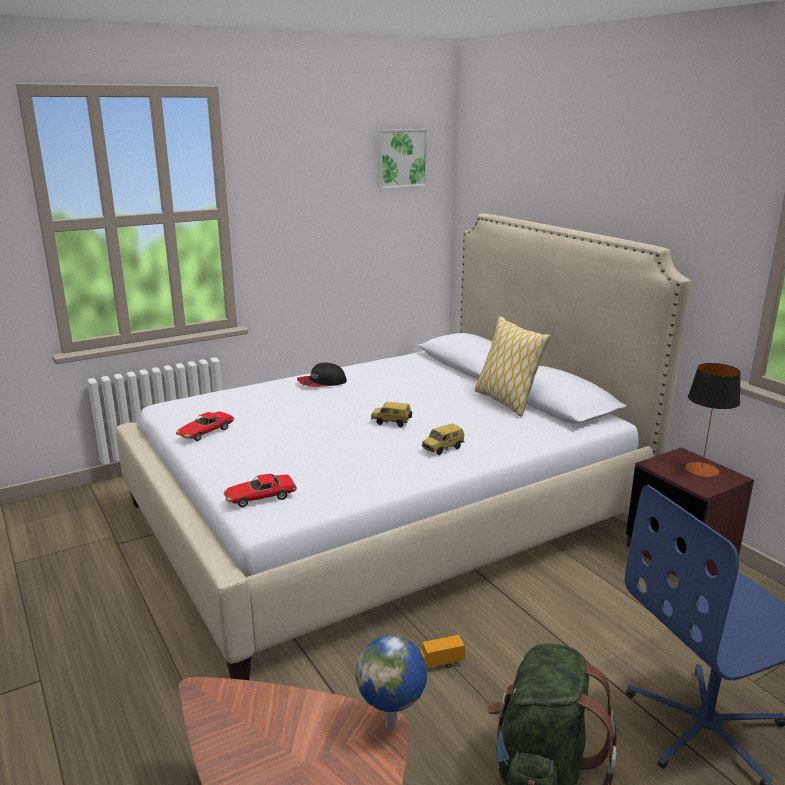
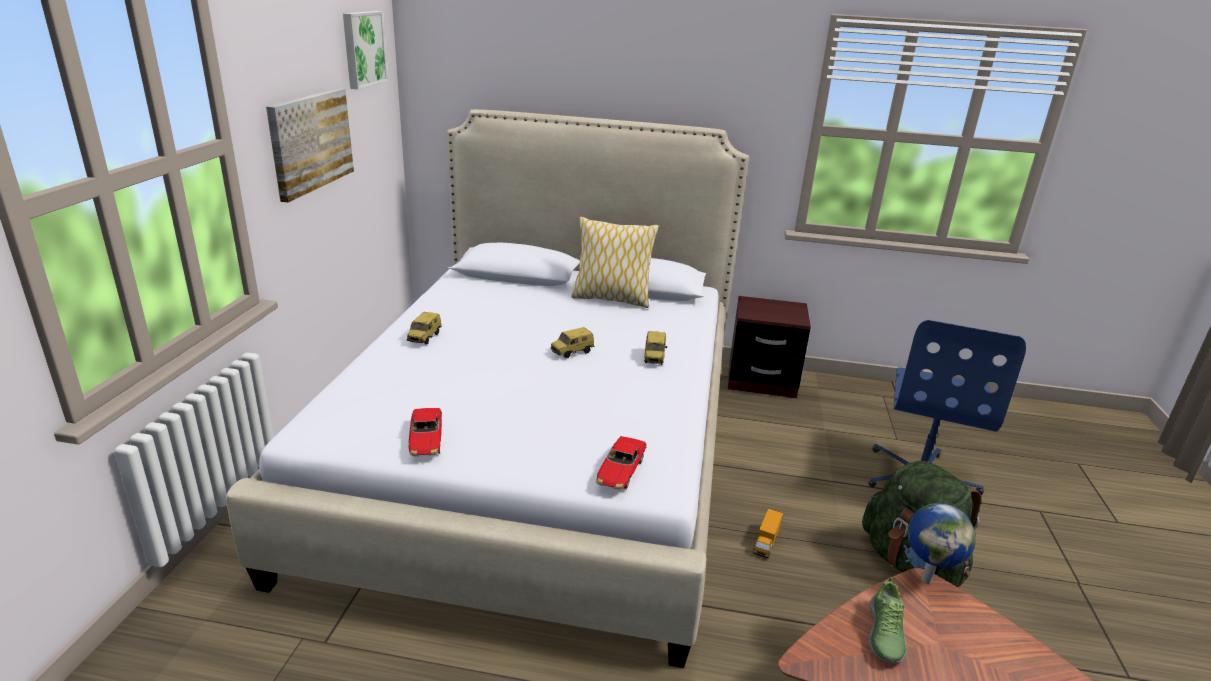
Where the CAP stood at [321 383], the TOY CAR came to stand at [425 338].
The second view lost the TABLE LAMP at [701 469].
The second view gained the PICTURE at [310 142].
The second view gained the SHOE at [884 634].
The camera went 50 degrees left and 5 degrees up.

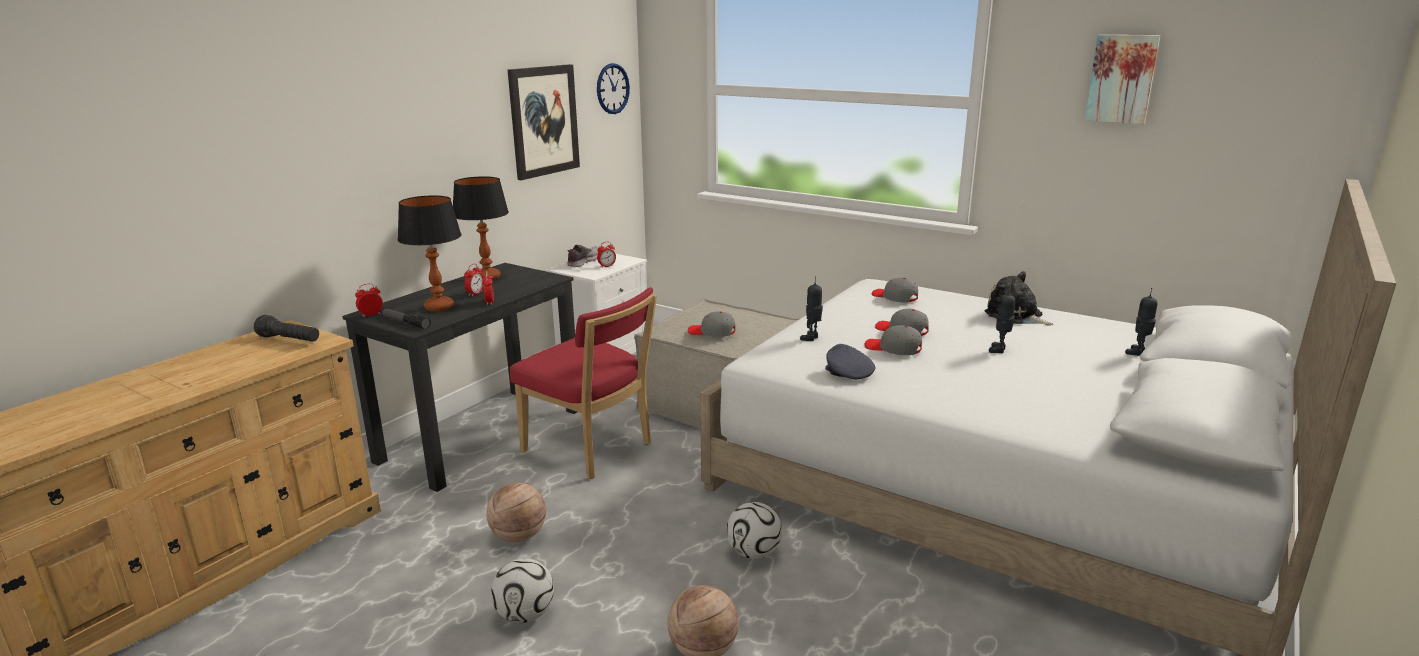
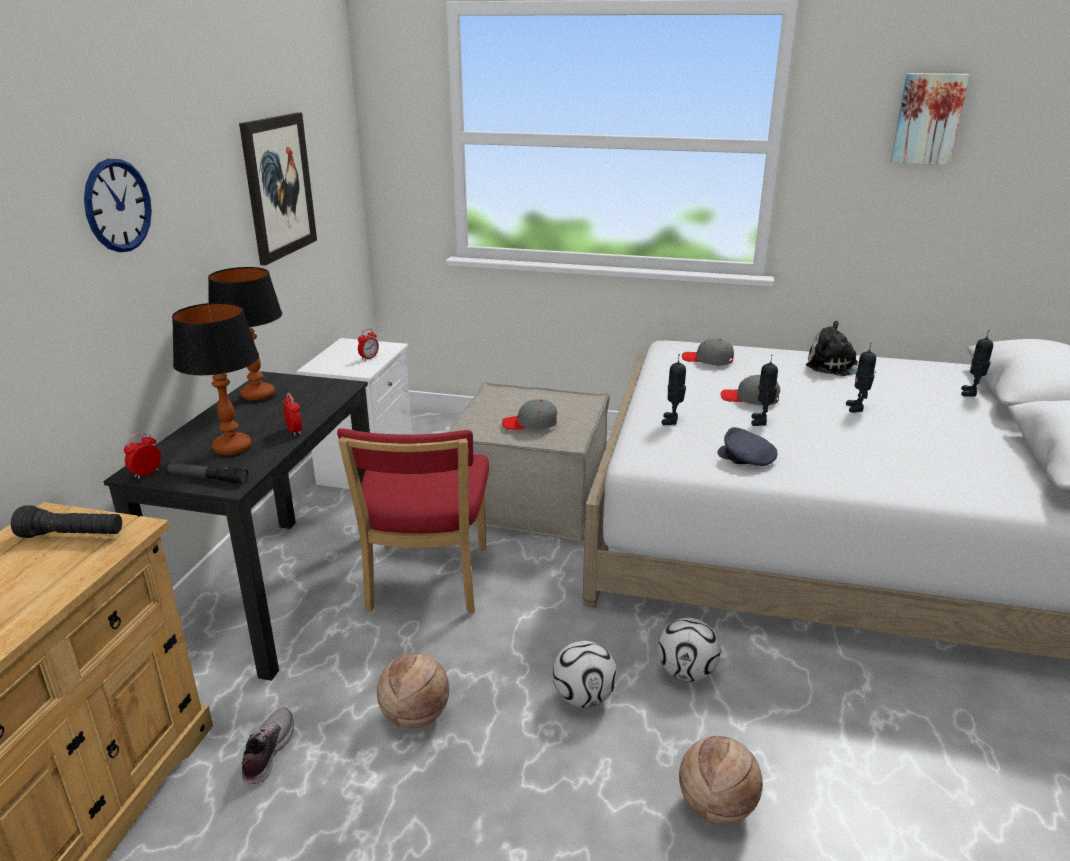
The WALL CLOCK ended up elsewhere, having gone from [612 88] to [118 205].
The SHOE ended up elsewhere, having gone from [583 262] to [267 752].
The second view lost the ALARM CLOCK at [475 293].
The RED CHAIR at [591 449] ended up facing another way, 75 degrees clockwise from before.
Where the GREY CAP stood at [893 348], the TOY ROBOT came to stand at [761 421].
The FOOTBALL ended up elsewhere, having gone from [525 615] to [583 698].
The camera went 20 degrees left and 5 degrees up.

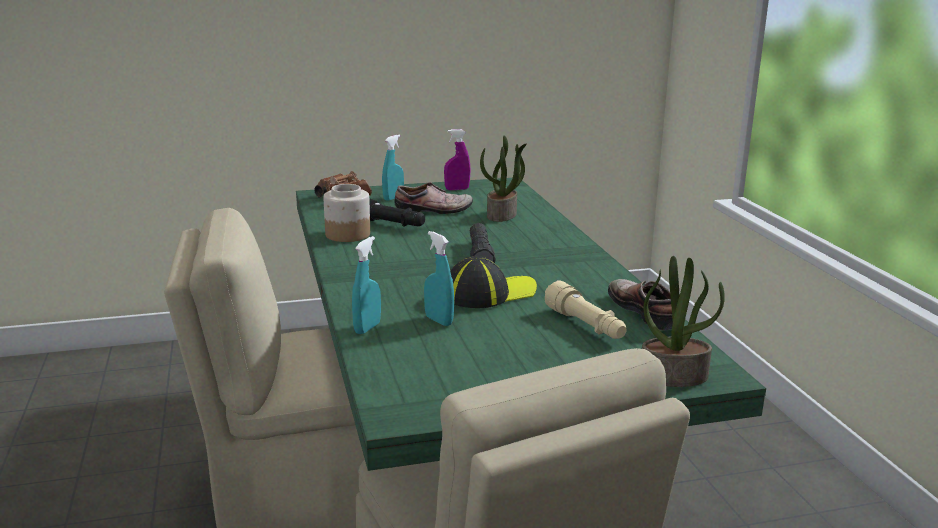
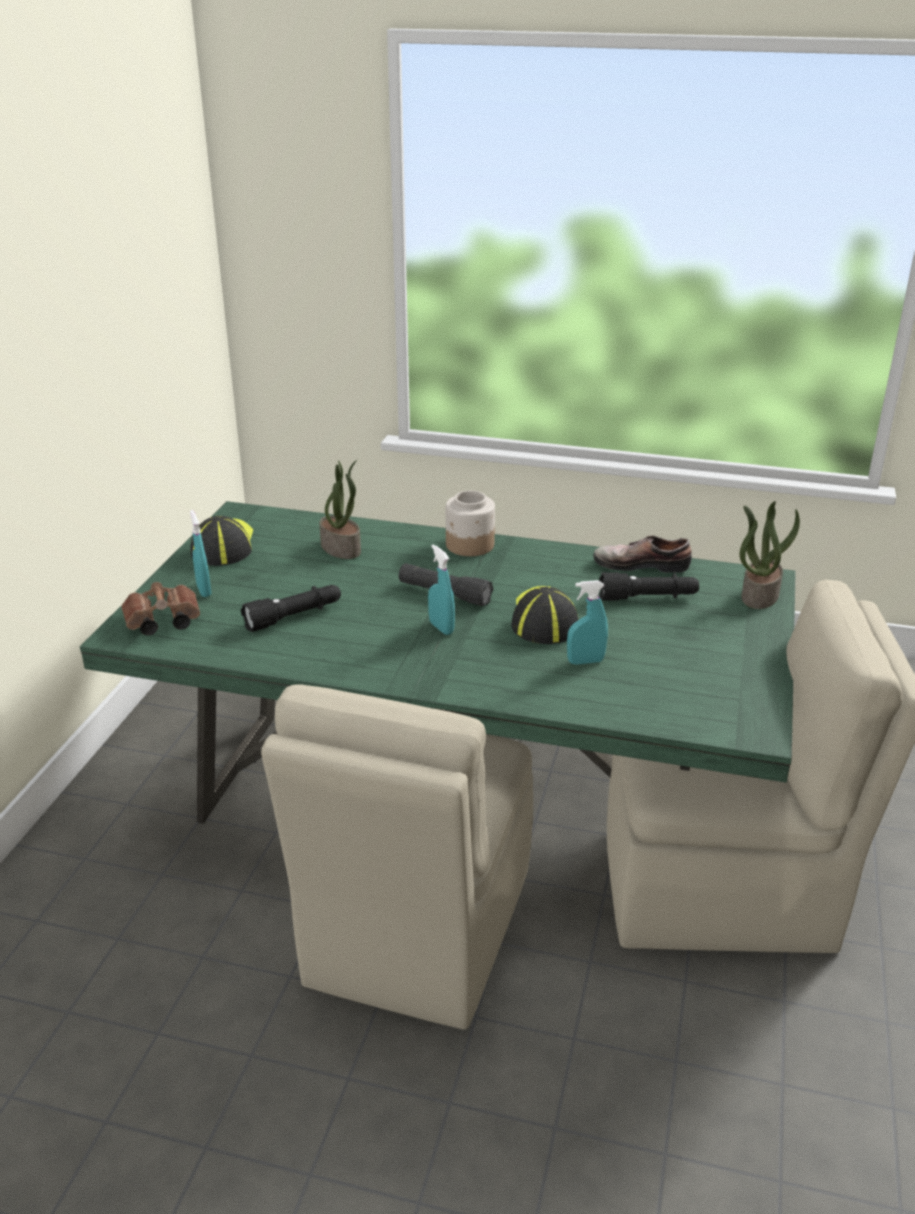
Where the PURPLE SPRAY BOTTLE stood at [457 189], the CAP came to stand at [223 545].
The second view lost the SHOE at [434 210].
The JAR ended up elsewhere, having gone from [347 235] to [469 545].
The TURQUOISE SPRAY BOTTLE ended up elsewhere, having gone from [367 328] to [441 628].
What was the BEIGE FLASHLIGHT at [586 325] turned into the BLACK FLASHLIGHT at [648 598].
The camera went 60 degrees left and 10 degrees up.

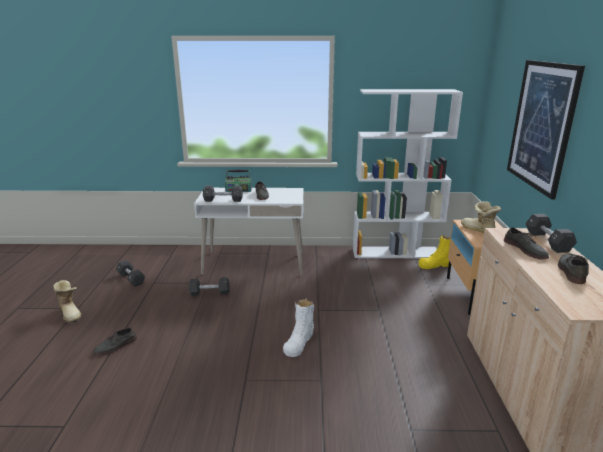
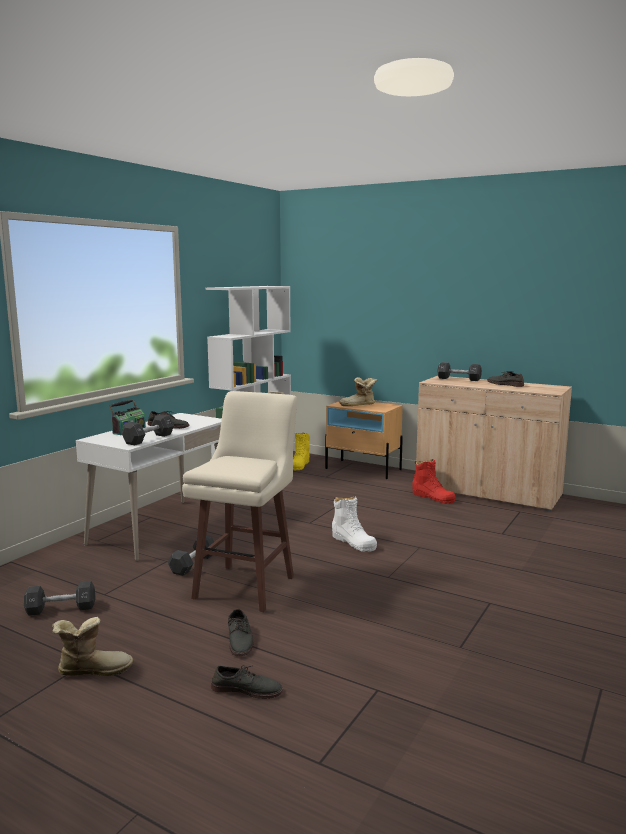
The second view lost the PICTURE at [541 125].
The GREY SHOE ended up elsewhere, having gone from [525 249] to [247 689].
The second view gained the BEIGE STOOL at [246 586].
The second view gained the RED BOOT at [433 497].
The camera went 60 degrees left and 10 degrees down.

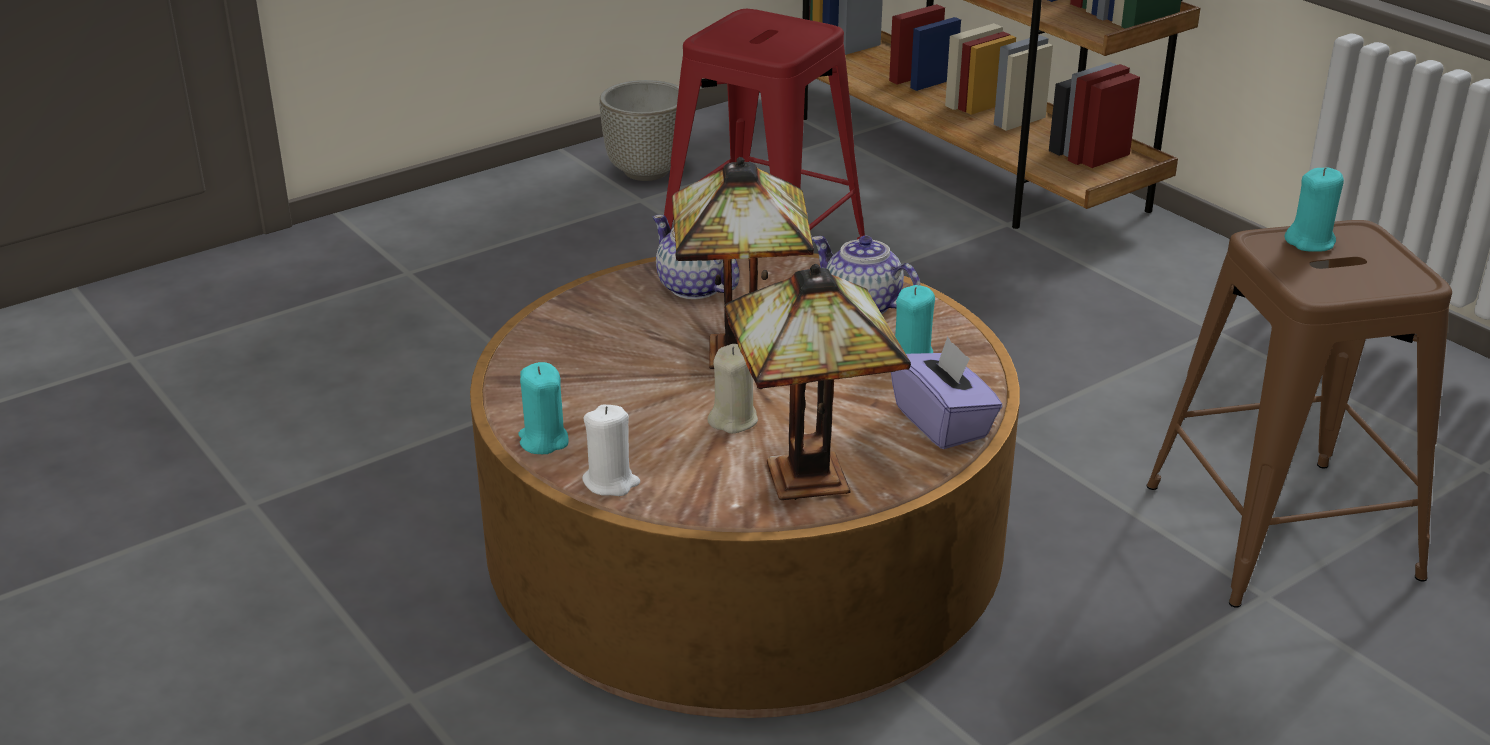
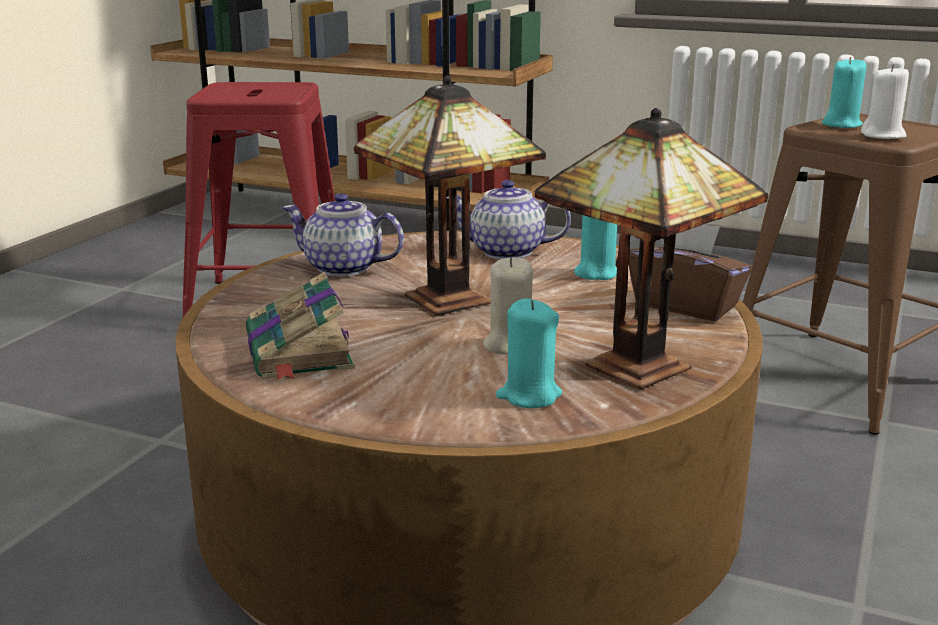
The second view lost the GREY PLANTER at [647 171].
What was the PURPLE TISSUE BOX at [942 422] turned into the BROWN TISSUE BOX at [686 305].
The TURQUOISE CANDLE ended up elsewhere, having gone from [543 441] to [528 396].
The WHITE CANDLE ended up elsewhere, having gone from [611 482] to [883 135].
The second view gained the BOOK at [299 353].
The camera went 30 degrees left and 10 degrees down.

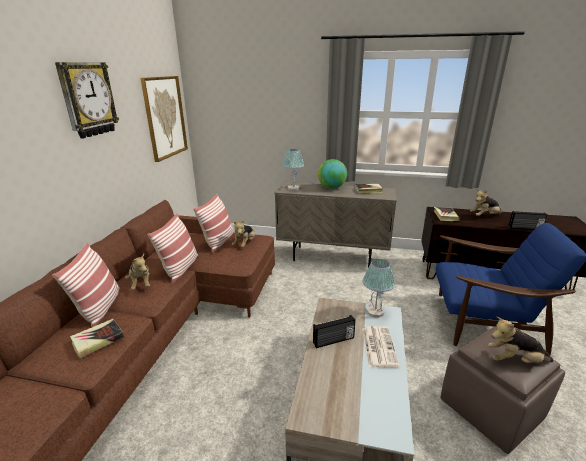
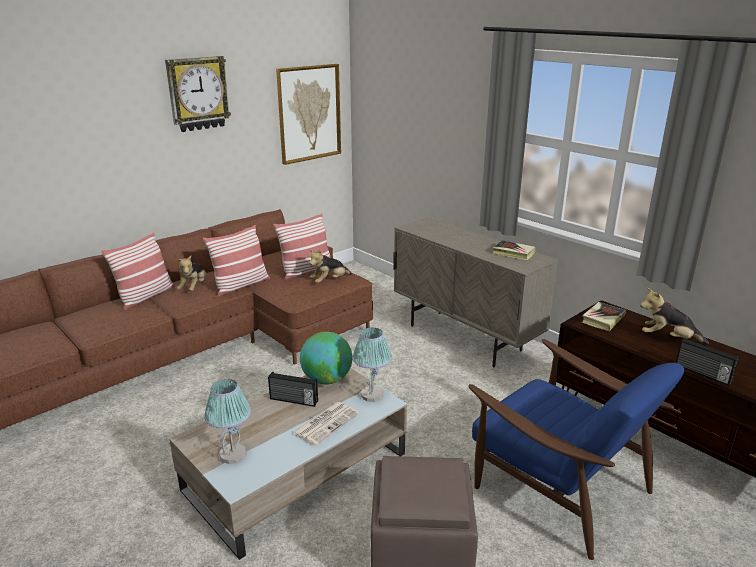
The TABLE LAMP ended up elsewhere, having gone from [293 188] to [233 454].
The GLOBE ended up elsewhere, having gone from [331 188] to [327 379].
The second view lost the PLUSH TOY at [514 360].
The second view lost the BOOK at [98 340].
The camera went 35 degrees right and 0 degrees up.

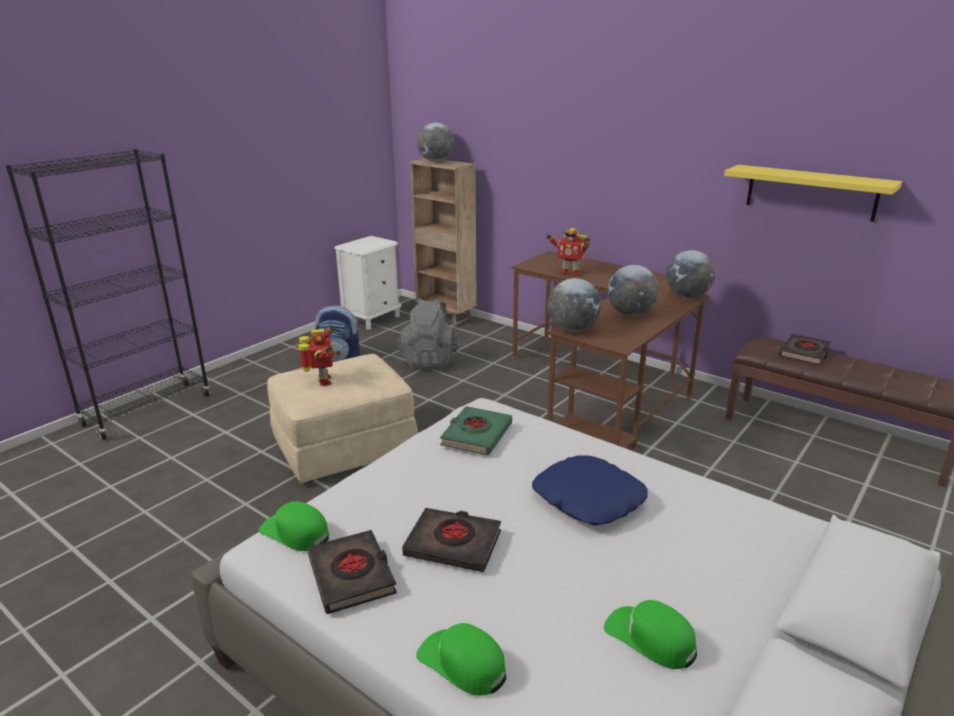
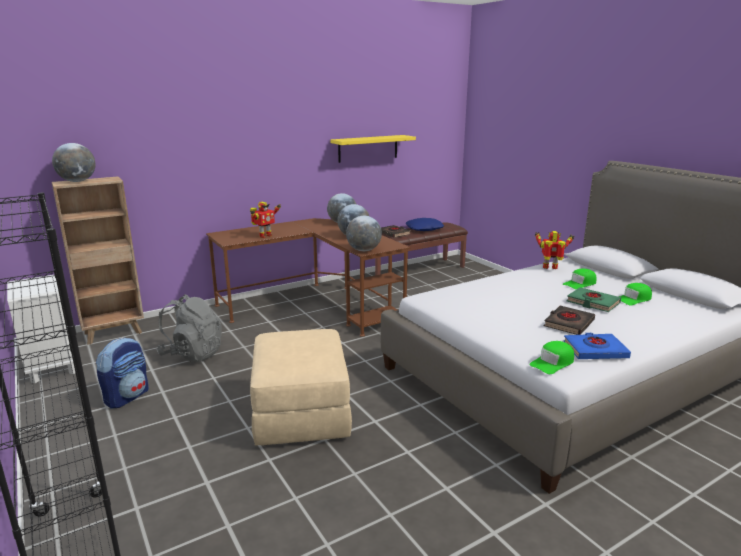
The TOY ROBOT ended up elsewhere, having gone from [323 381] to [550 268].
The GREEN BOOK ended up elsewhere, having gone from [476 435] to [592 303].
The BLUE PILLOW ended up elsewhere, having gone from [588 499] to [424 229].
What was the BLACK BOOK at [352 576] turned into the BLUE BOOK at [595 350].
The GREEN CAP ended up elsewhere, having gone from [462 663] to [580 284].
The camera went 70 degrees left and 5 degrees down.

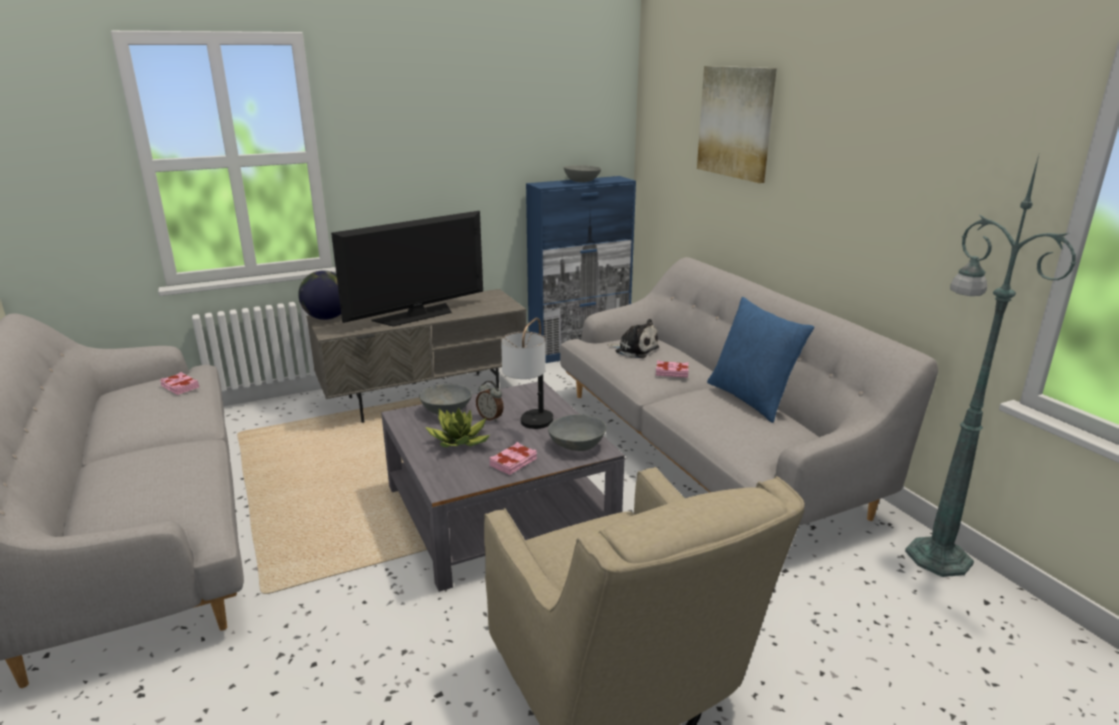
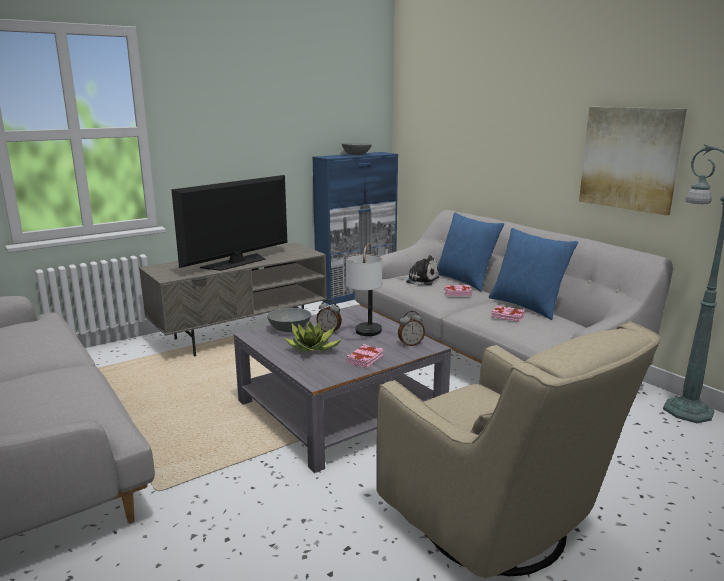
The PICTURE ended up elsewhere, having gone from [736 122] to [630 158].
The second view lost the GLOBE at [327 318].
The PINK BOOK ended up elsewhere, having gone from [179 387] to [507 316].
Where the GREY BOWL stood at [577 445], the ALARM CLOCK came to stand at [410 344].
The second view gained the BLUE PILLOW at [465 280].
The camera went 10 degrees left and 5 degrees down.

